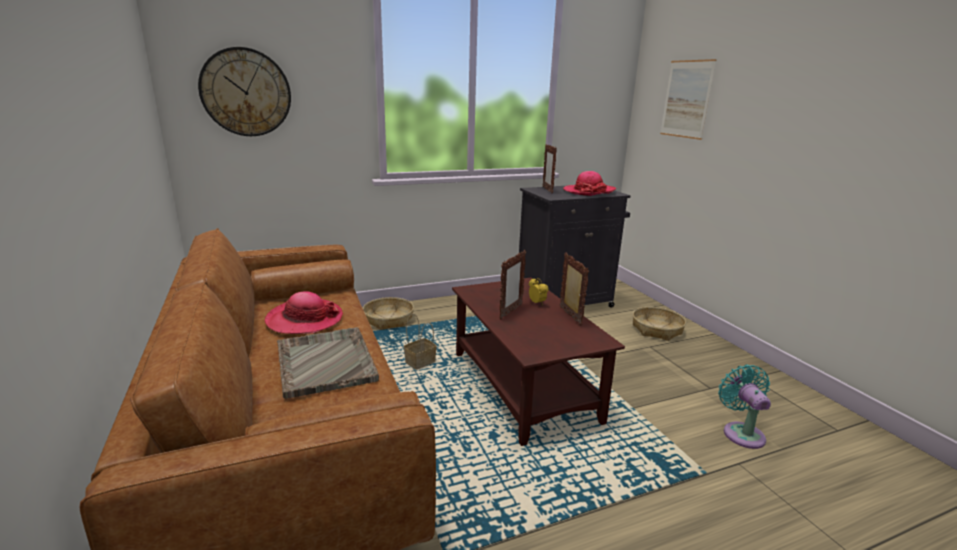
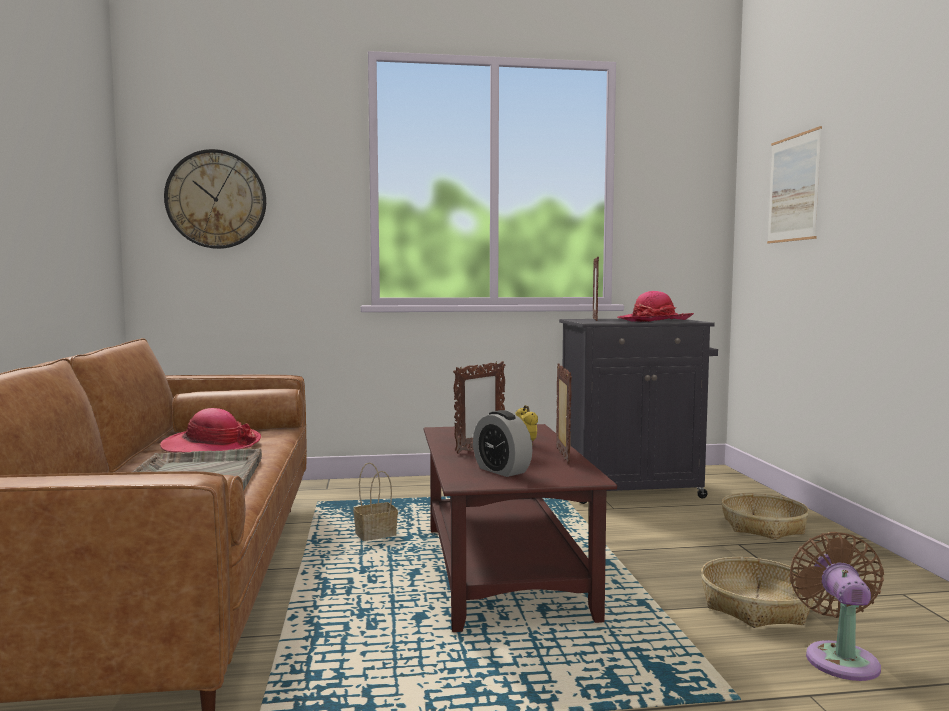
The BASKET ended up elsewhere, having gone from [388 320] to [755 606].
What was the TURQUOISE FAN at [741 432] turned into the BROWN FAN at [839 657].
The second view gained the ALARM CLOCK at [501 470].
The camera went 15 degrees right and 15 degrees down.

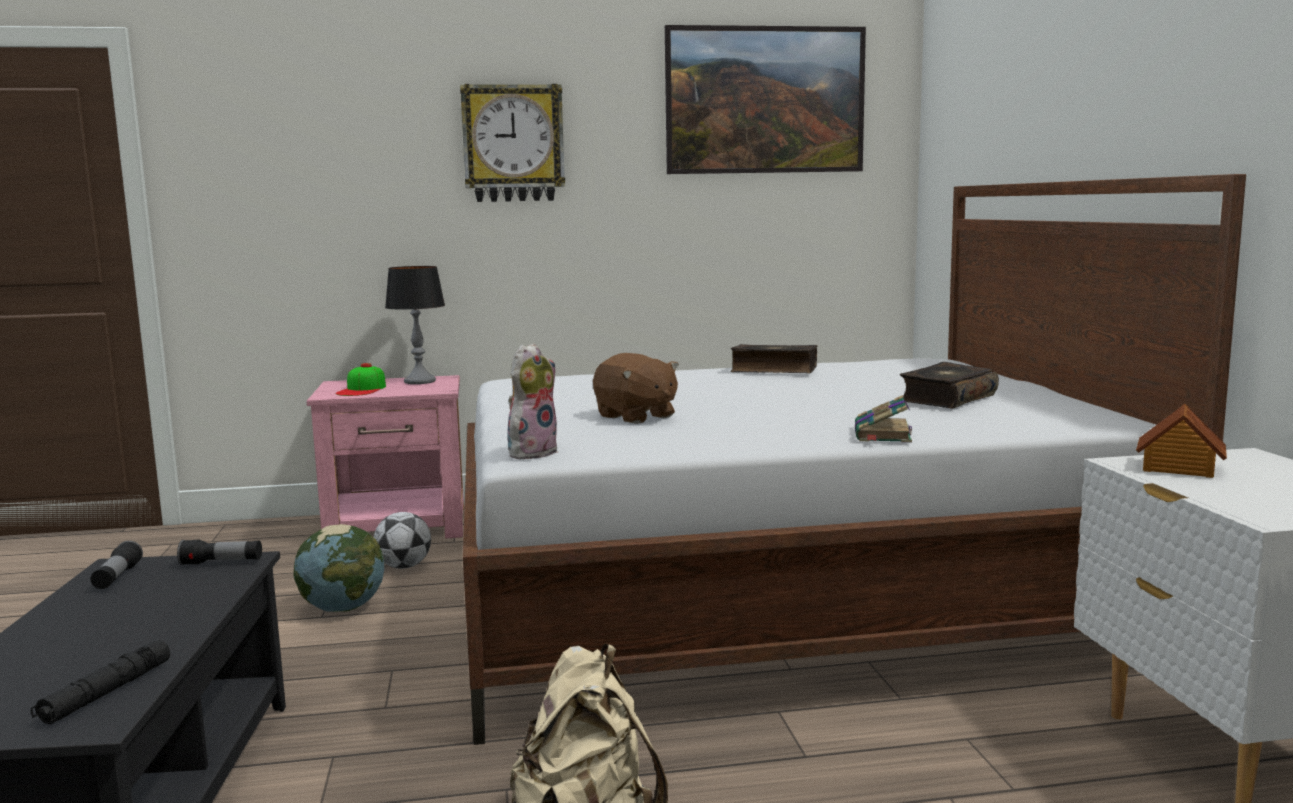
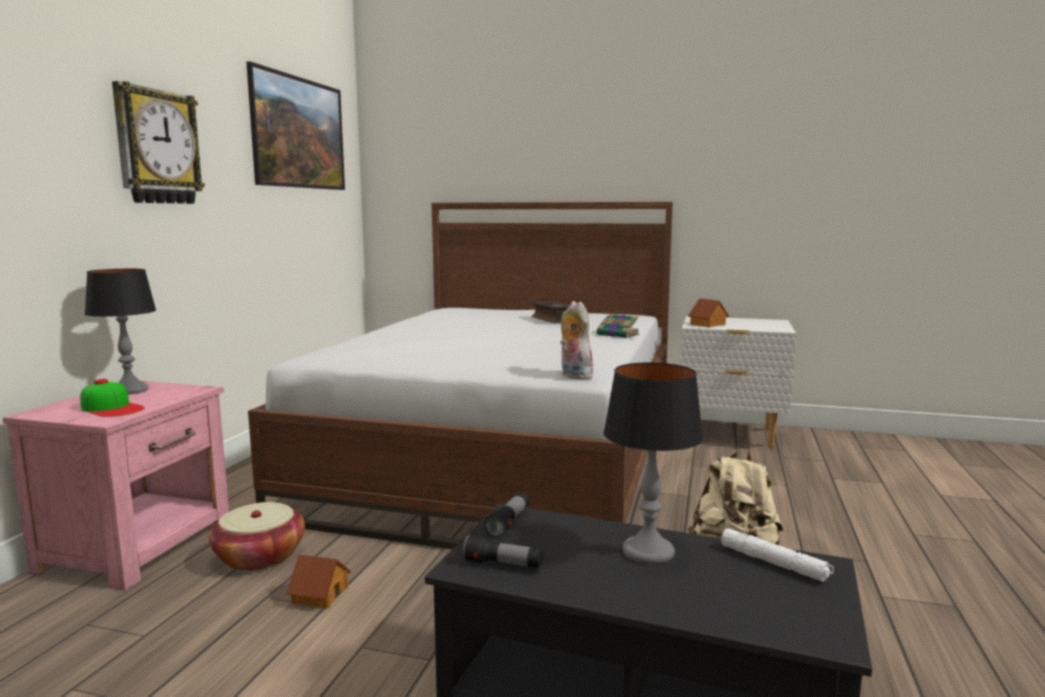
The second view lost the BOOK at [773 370].
The second view lost the BROWN PLUSH TOY at [636 416].
Where the FOOTBALL stood at [404 566], the BASKET came to stand at [260 557].
Where the GLOBE stood at [343 608], the TOY HOUSE came to stand at [319 594].
What was the BLACK FLASHLIGHT at [106 693] turned into the WHITE FLASHLIGHT at [774 563].
The second view gained the TABLE LAMP at [648 552].
The camera went 65 degrees left and 0 degrees up.

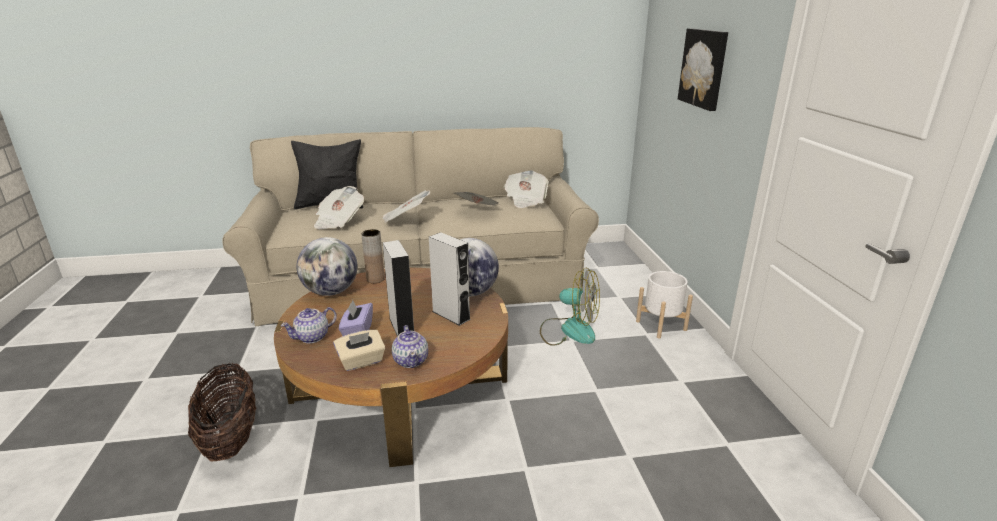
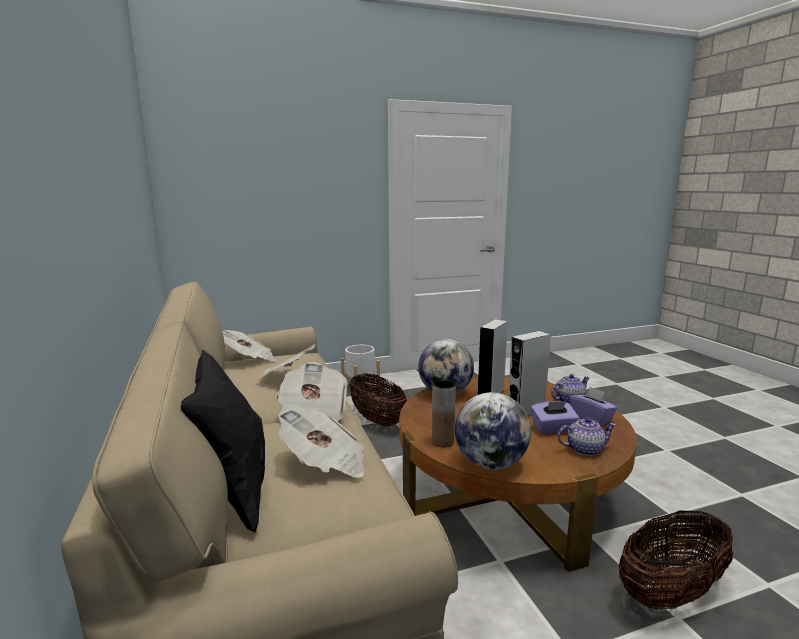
The second view lost the PICTURE at [704 68].
Where the FAN stood at [569 330], the BASKET came to stand at [377 420].
The TEAPOT at [312 337] ended up facing another way, 45 degrees counterclockwise from before.
What was the BEIGE TISSUE BOX at [361 361] turned into the PURPLE TISSUE BOX at [591 418].
The camera went 100 degrees left and 10 degrees down.

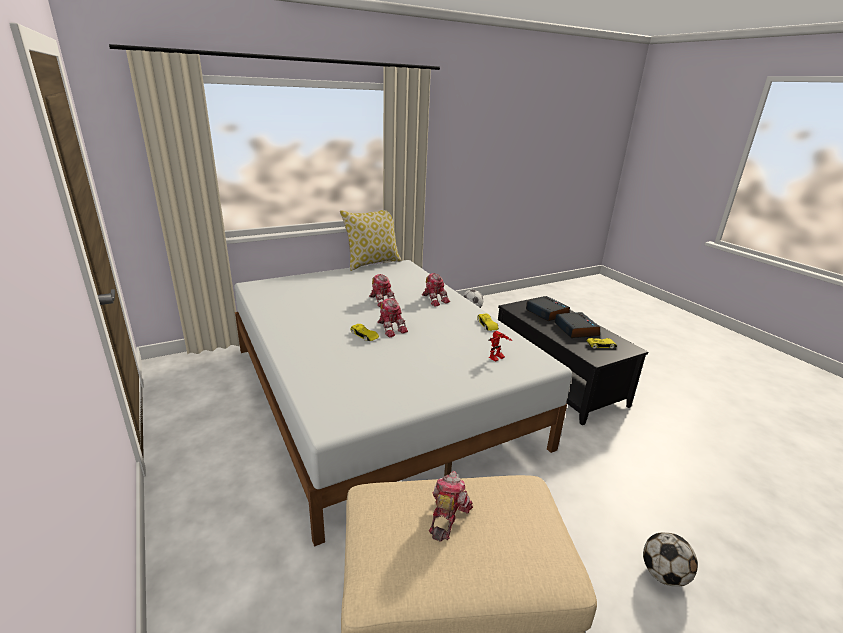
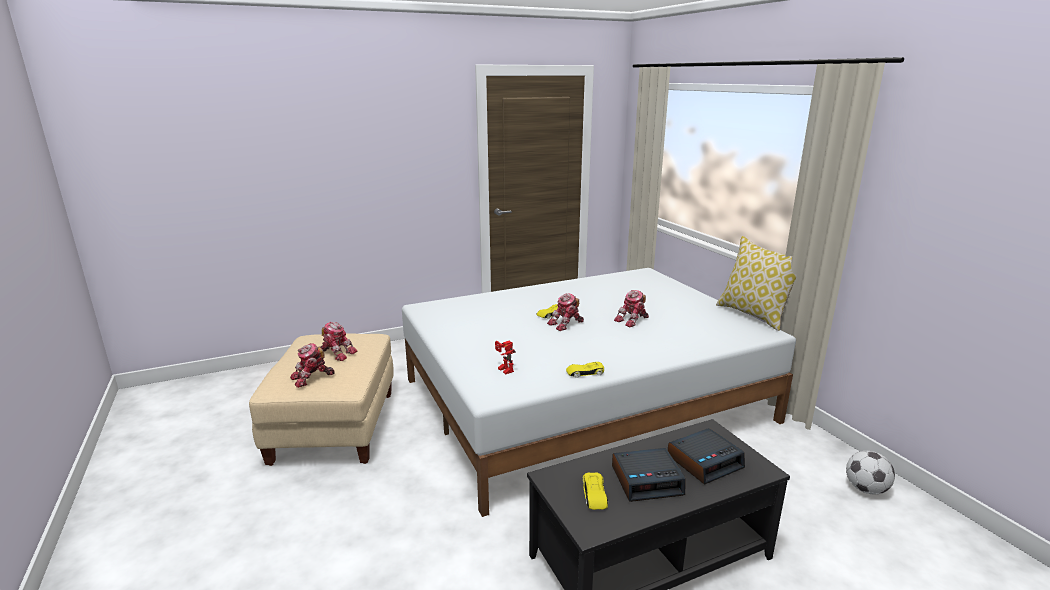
The TOY ROBOT ended up elsewhere, having gone from [434 299] to [312 378].
The second view lost the FOOTBALL at [663 575].
The camera went 95 degrees right and 5 degrees down.

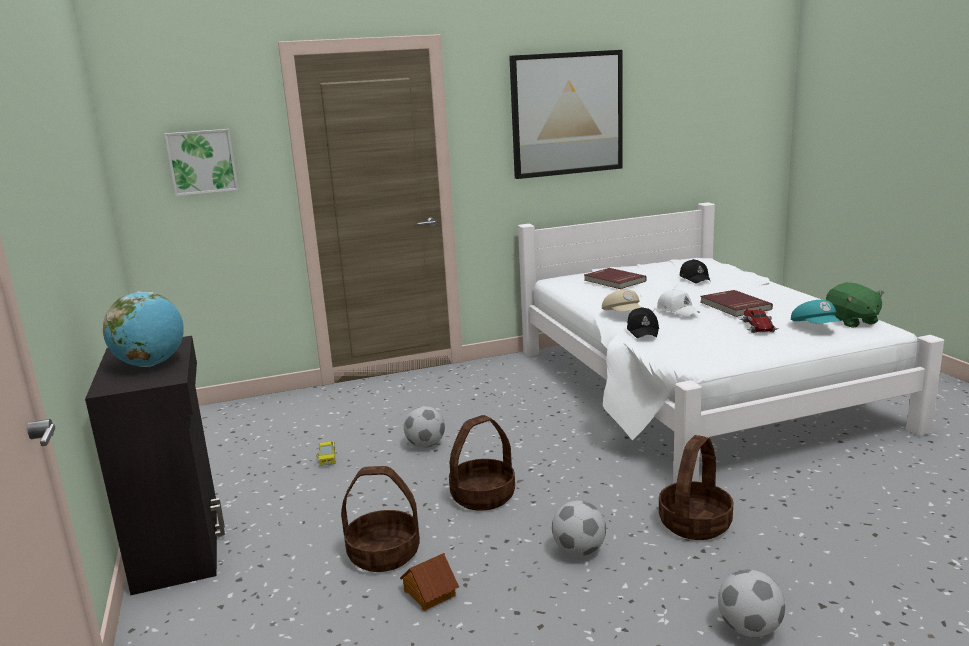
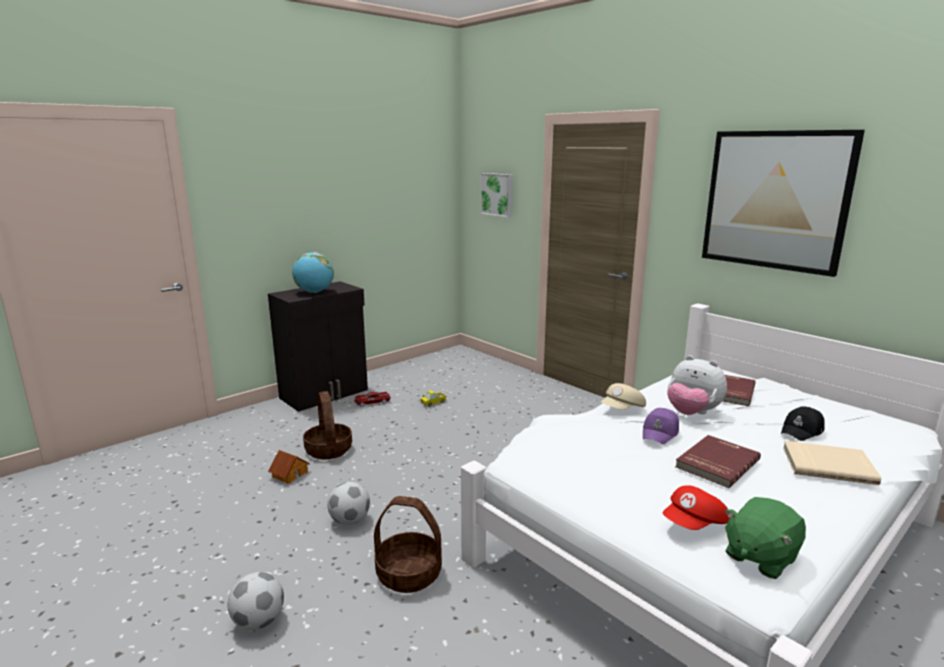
What was the WHITE CAP at [678 310] turned into the PURPLE CAP at [660 433].
What was the TURQUOISE CAP at [815 327] turned into the RED CAP at [695 524].
The second view lost the BLACK CAP at [643 330].
The TOY CAR ended up elsewhere, having gone from [758 326] to [372 402].
The second view lost the FOOTBALL at [425 445].
The second view lost the BASKET at [483 496].
The second view gained the PLUSH TOY at [692 413].
The second view gained the BEIGE BOOK at [827 465].
The camera went 65 degrees right and 0 degrees up.

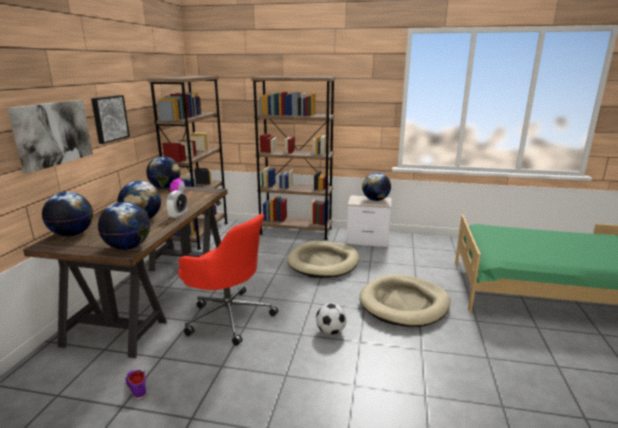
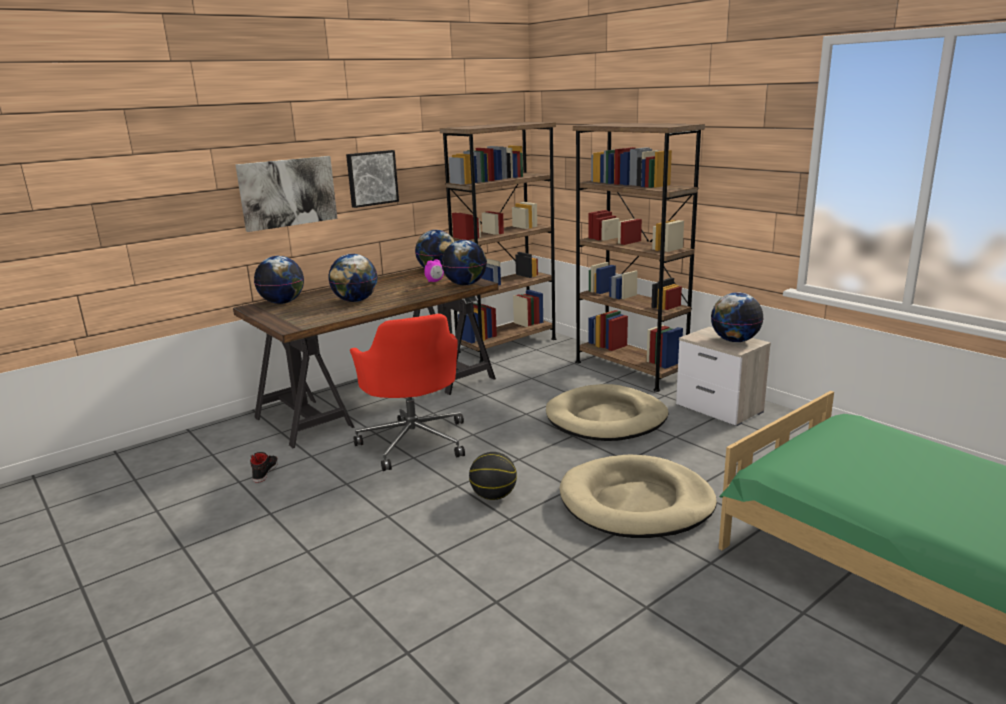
The second view lost the ALARM CLOCK at [178 216].
The GLOBE ended up elsewhere, having gone from [128 247] to [465 284].
Where the FOOTBALL stood at [330 331], the BASKETBALL came to stand at [493 496].
What was the PURPLE SHOE at [136 387] turned into the BLACK SHOE at [265 471].
The camera went 40 degrees right and 0 degrees up.

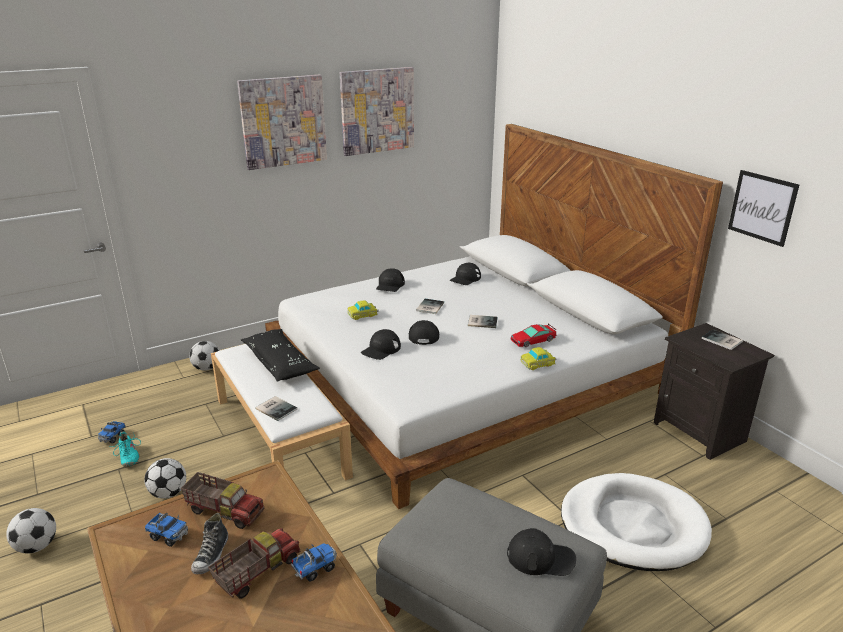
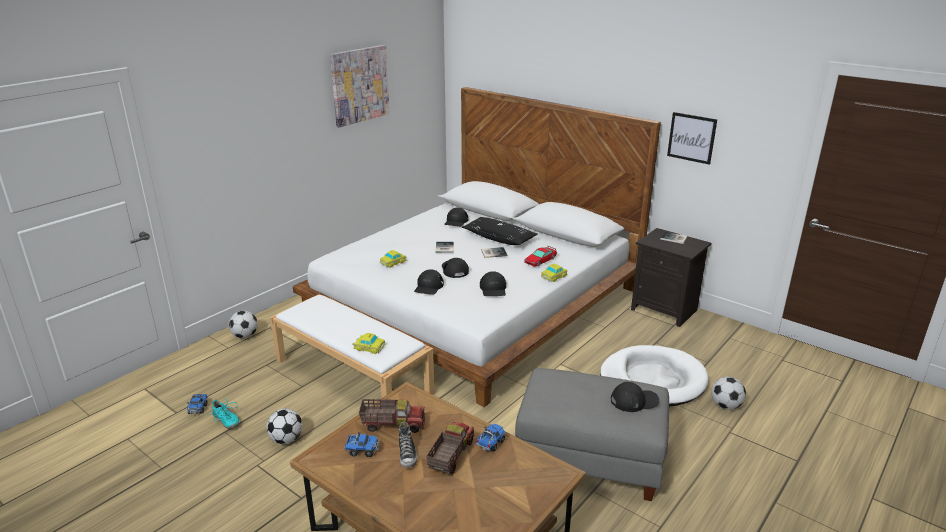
The second view lost the PICTURE at [283 121].
The BLACK CAP ended up elsewhere, having gone from [390 285] to [493 289].
The BLACK PILLOW ended up elsewhere, having gone from [280 363] to [499 238].
Where the BOOK stood at [276 408], the TOY CAR came to stand at [368 347].
The FOOTBALL ended up elsewhere, having gone from [37 546] to [725 406].
The camera went 20 degrees left and 0 degrees up.

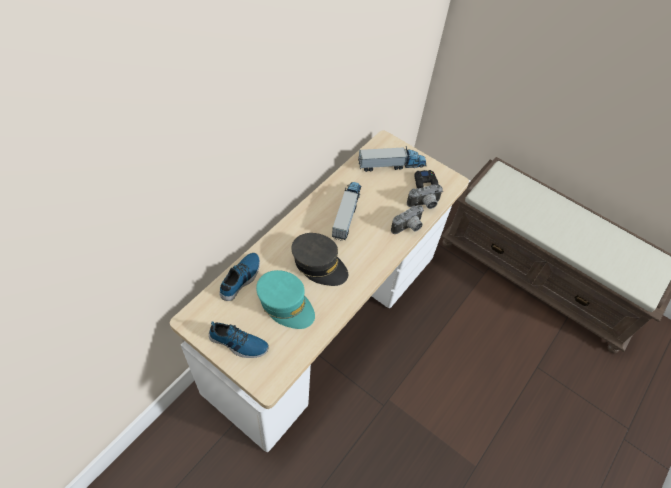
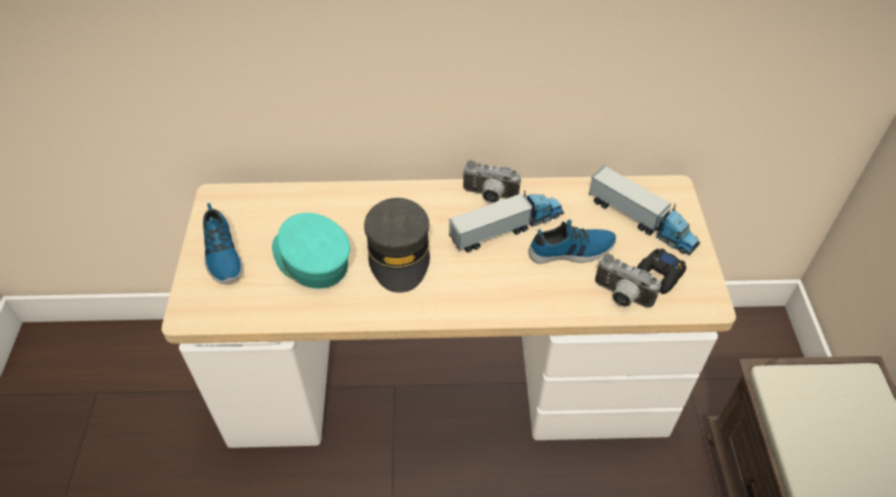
The PHOTO CAMERA ended up elsewhere, having gone from [408 228] to [489 196].
The SHOE ended up elsewhere, having gone from [241 278] to [572 251].
The TURQUOISE CAP at [286 304] ended up facing another way, 135 degrees clockwise from before.
The camera went 55 degrees right and 5 degrees down.

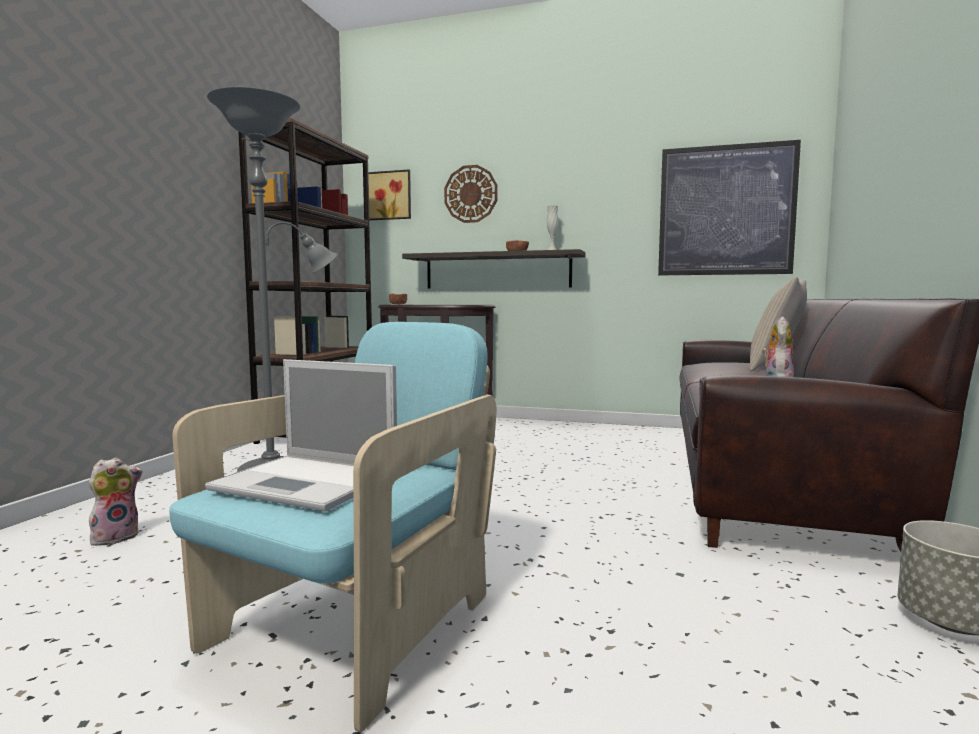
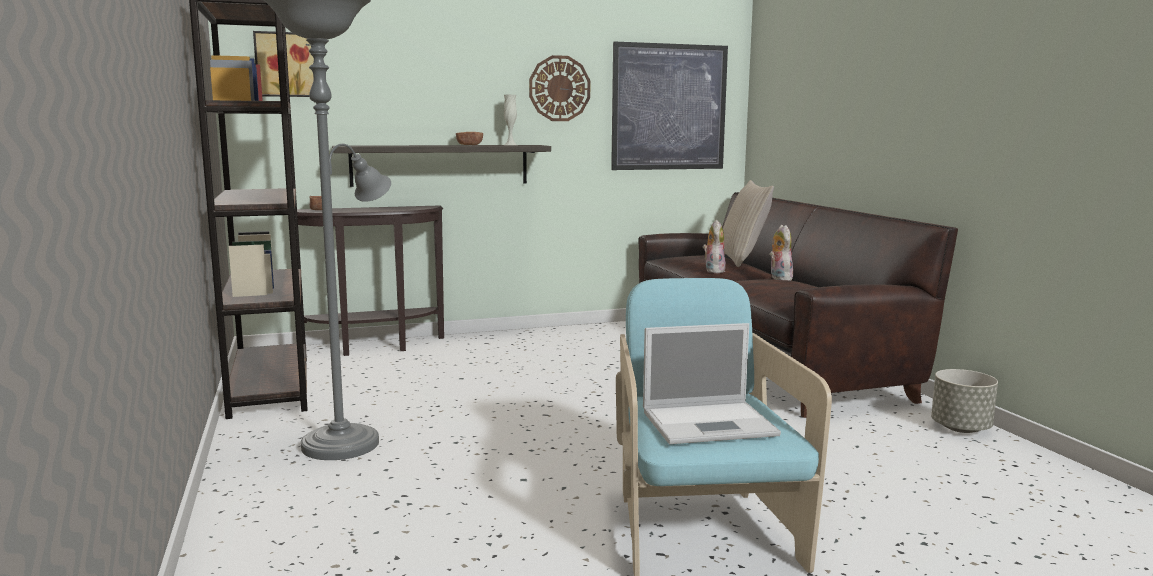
The WALL CLOCK ended up elsewhere, having gone from [470 194] to [559 88].
The PLUSH TOY ended up elsewhere, having gone from [116 537] to [713 271].
The camera went 35 degrees left and 5 degrees up.

